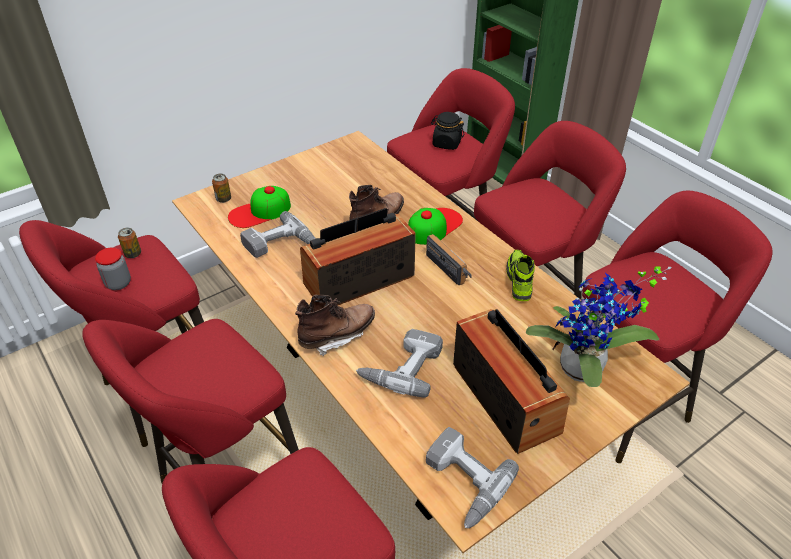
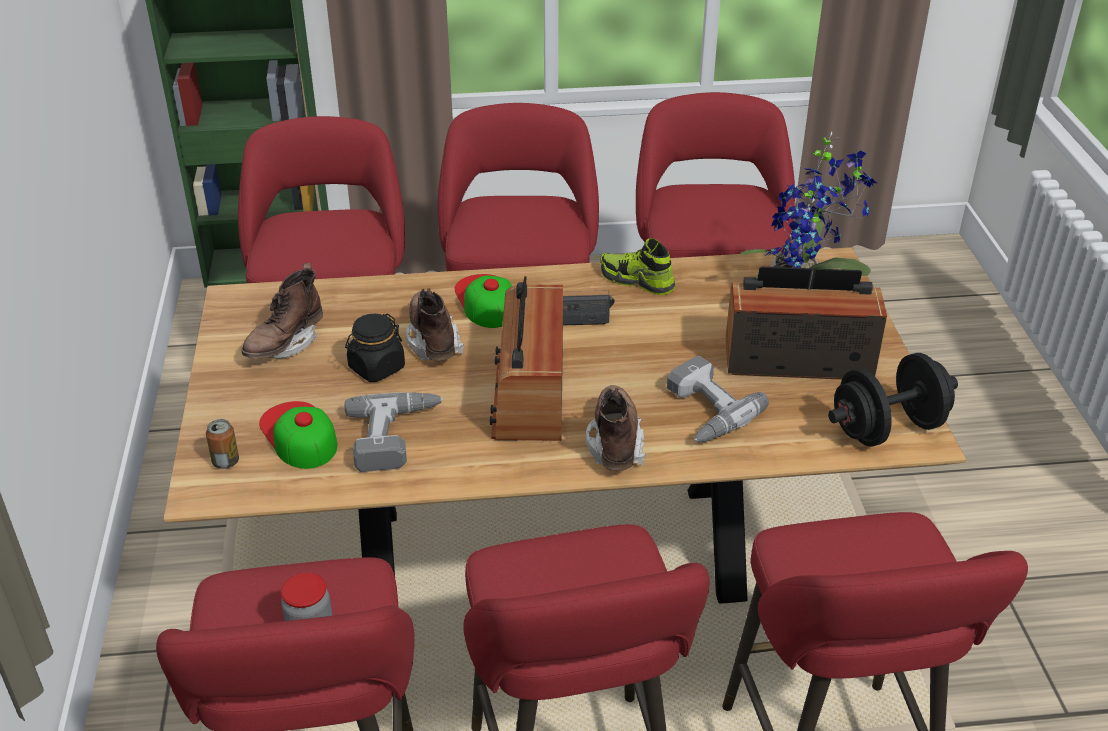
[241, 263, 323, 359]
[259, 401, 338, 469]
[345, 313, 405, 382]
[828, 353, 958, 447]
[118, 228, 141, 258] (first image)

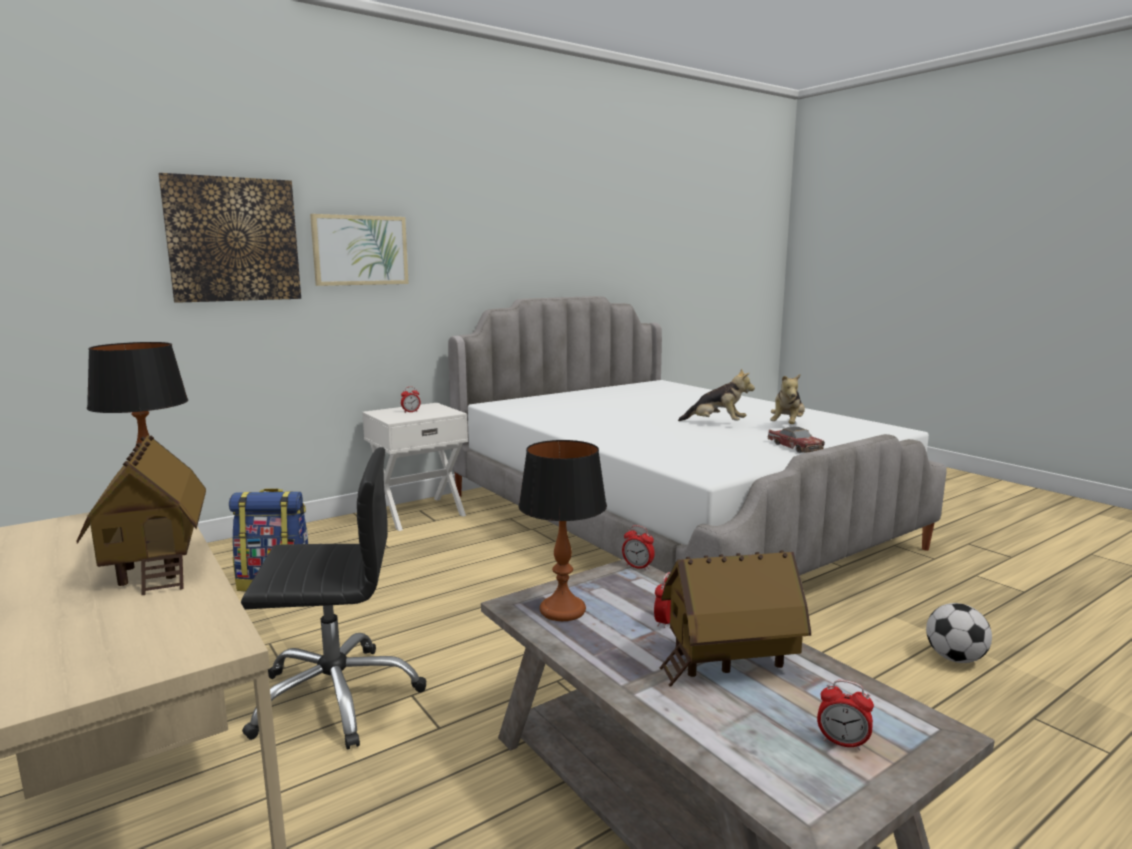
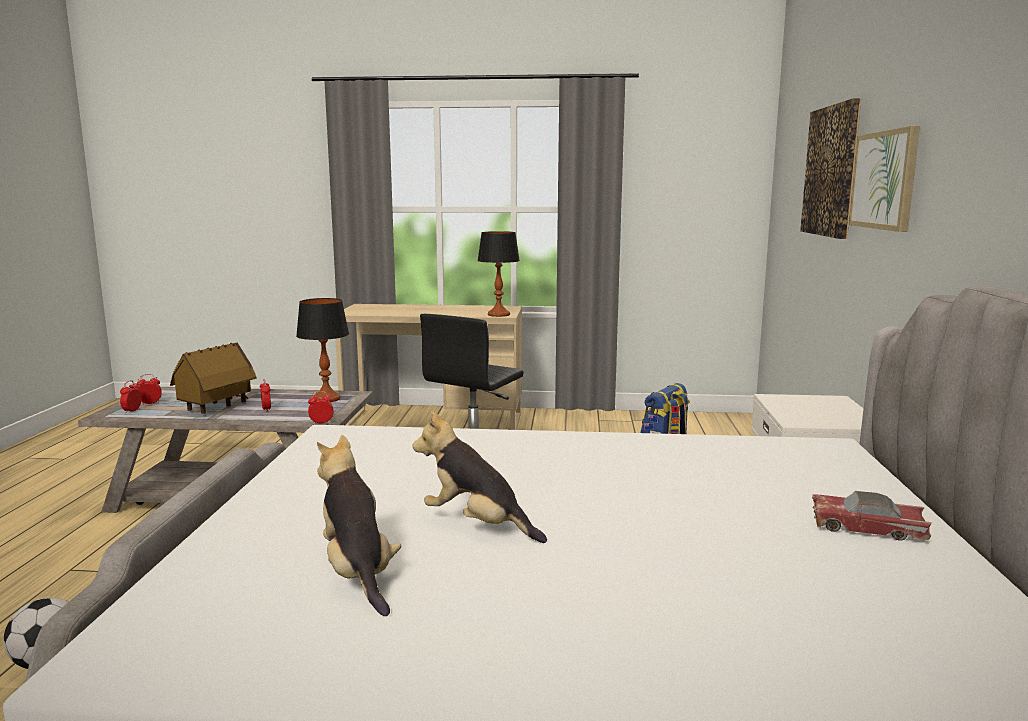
[120, 380, 142, 413]
[412, 411, 547, 543]
[812, 491, 931, 540]
[76, 435, 206, 595] (first image)

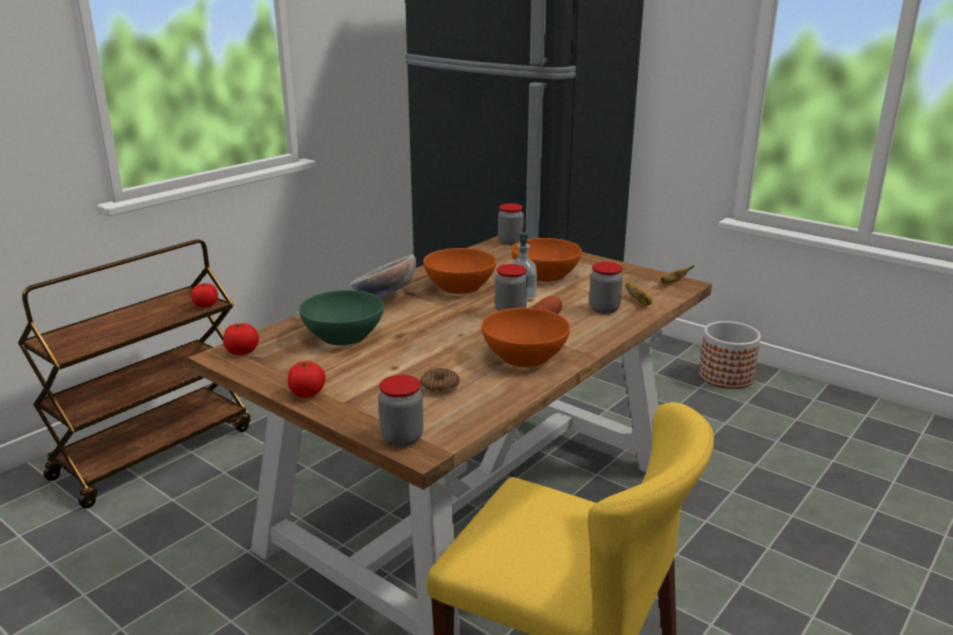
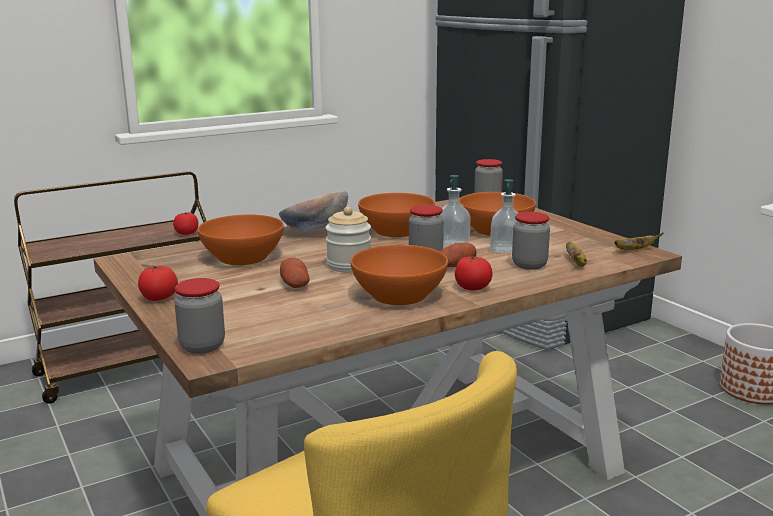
[197, 214, 284, 265]
[280, 258, 310, 288]
[326, 207, 371, 272]
[455, 256, 493, 291]
[490, 179, 518, 254]
[420, 368, 460, 394] (first image)

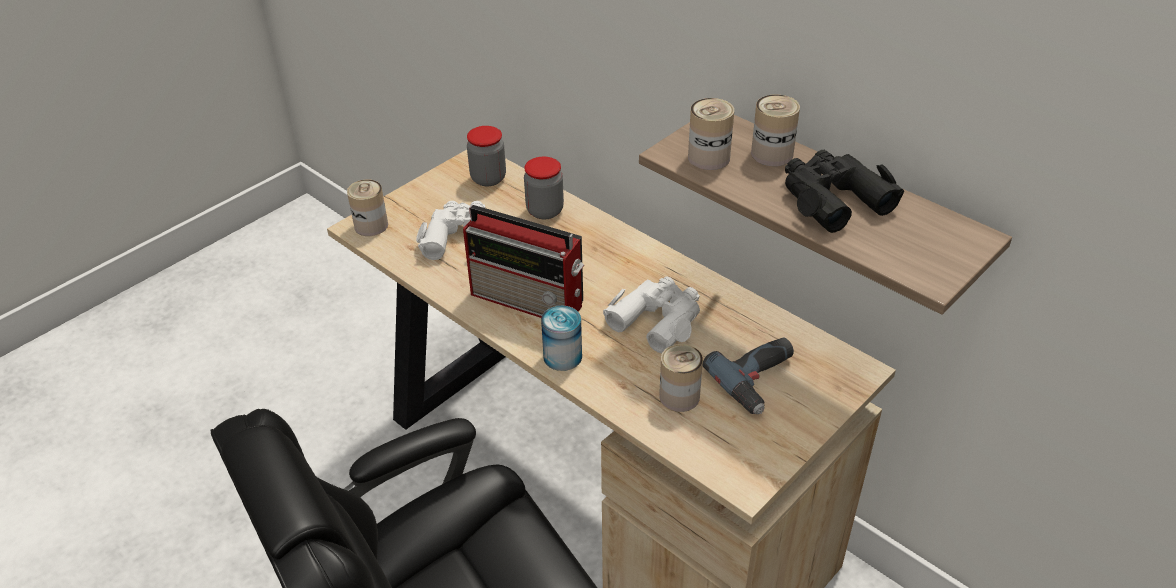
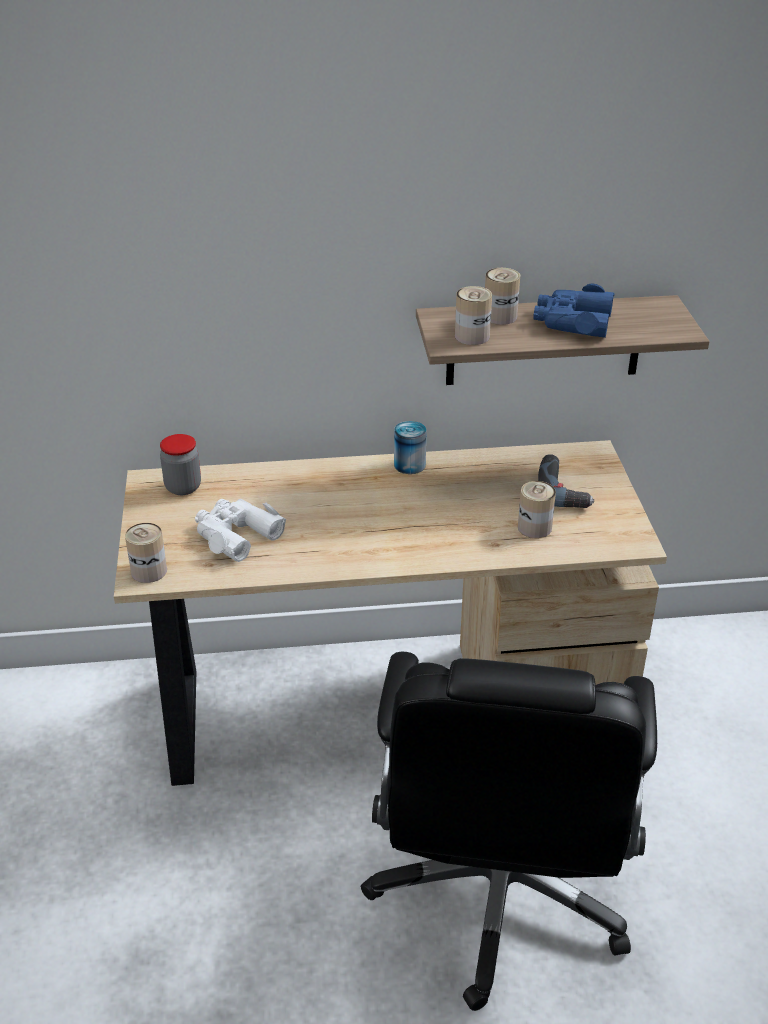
[394, 421, 427, 474]
[533, 284, 615, 338]
[463, 205, 584, 318] (first image)
[524, 157, 564, 219] (first image)
[603, 277, 700, 353] (first image)

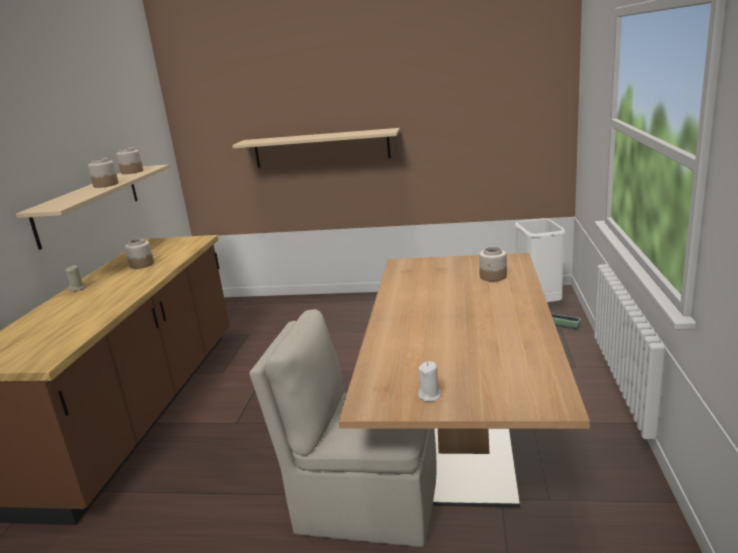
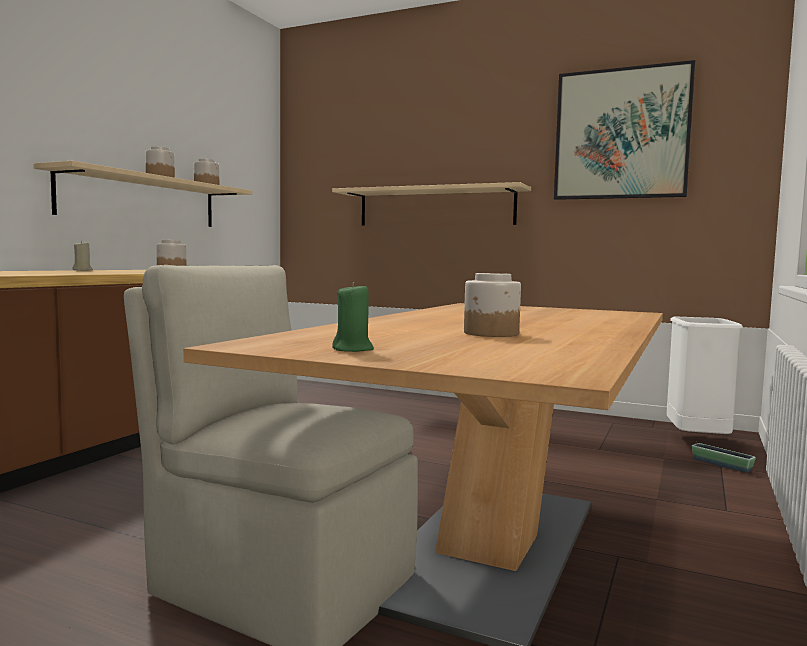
[332, 282, 374, 352]
[464, 273, 521, 337]
[554, 60, 695, 200]

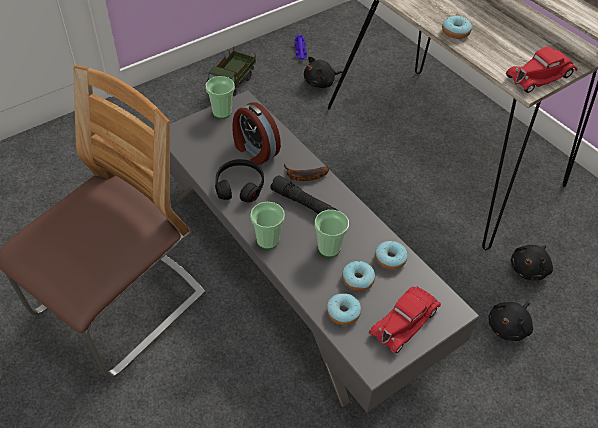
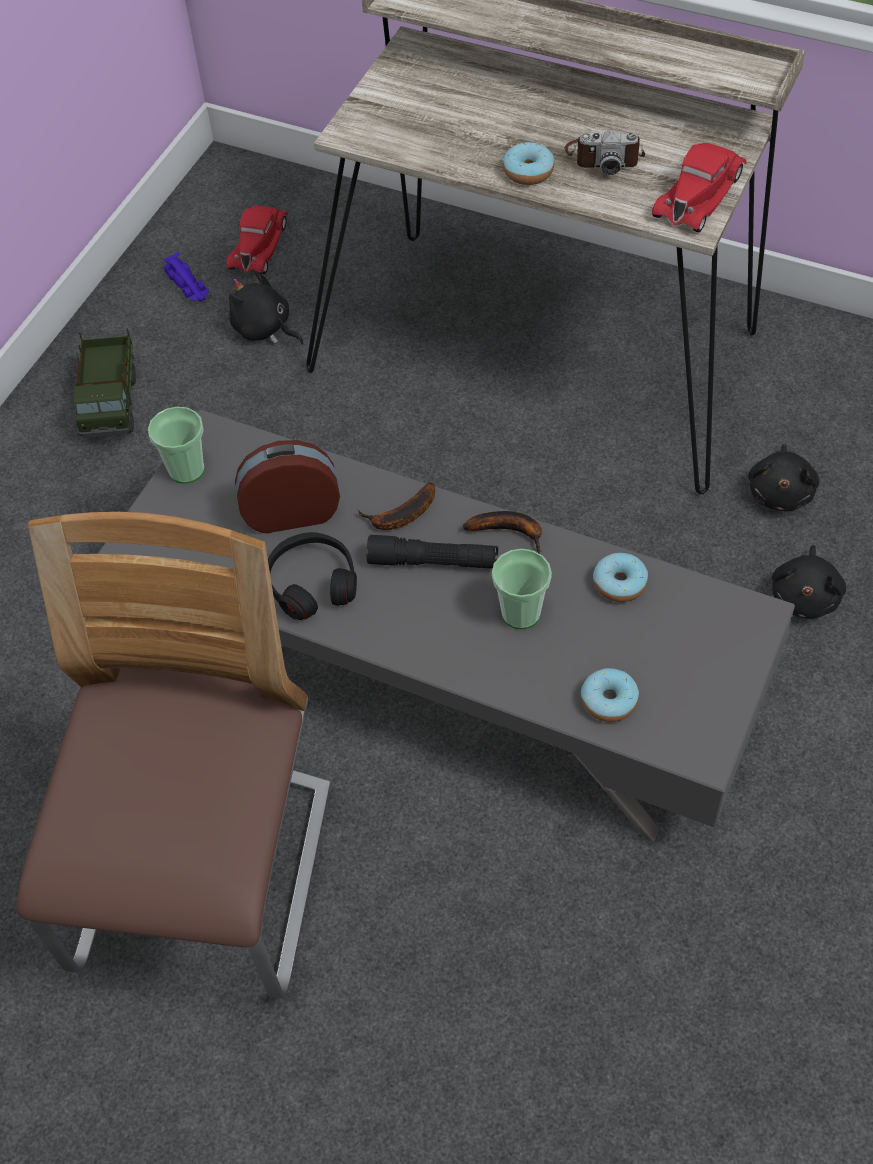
[226, 206, 288, 274]
[229, 271, 304, 345]
[235, 440, 340, 533]
[463, 511, 542, 553]
[565, 130, 645, 175]
[250, 202, 285, 249] (first image)
[342, 261, 375, 291] (first image)

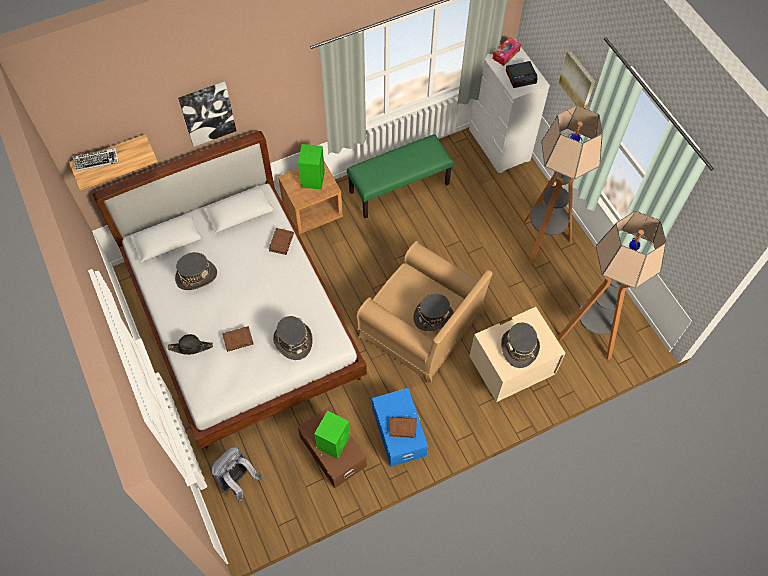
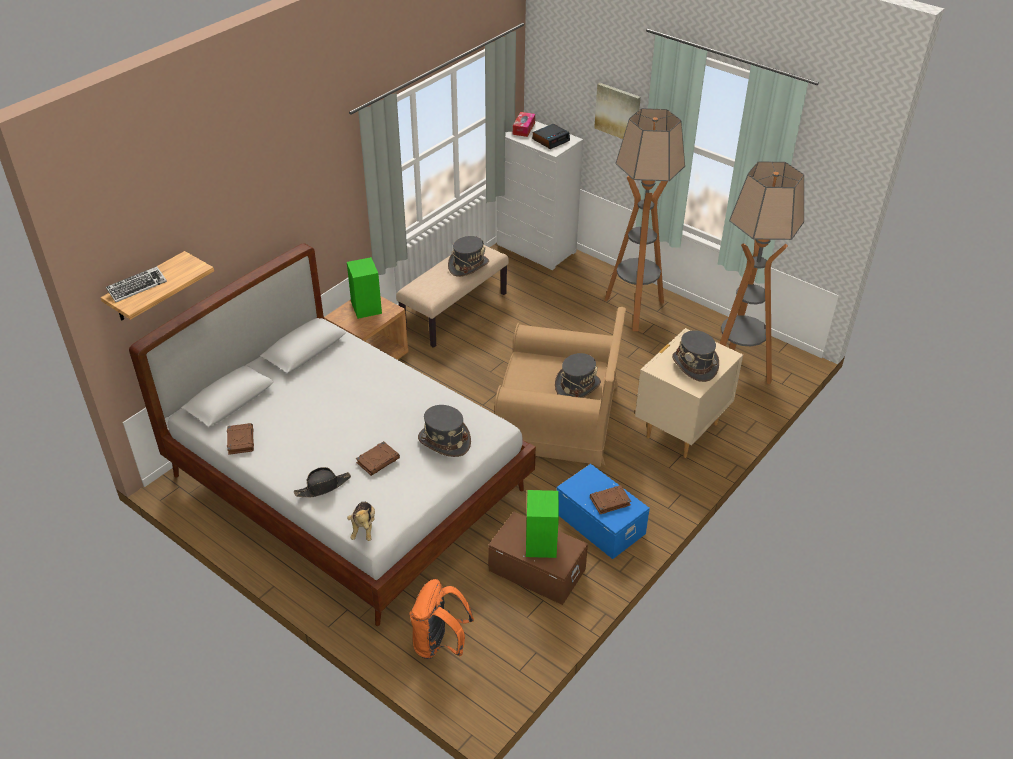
[227, 423, 254, 455]
[347, 502, 375, 541]
[396, 245, 509, 348]
[409, 579, 474, 659]
[448, 236, 489, 277]
[178, 82, 236, 147] (first image)

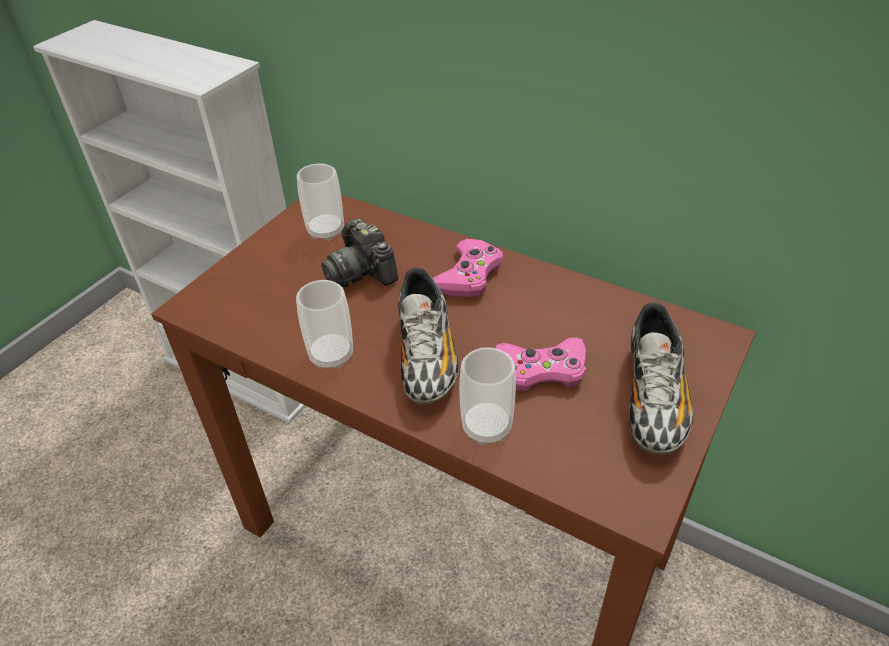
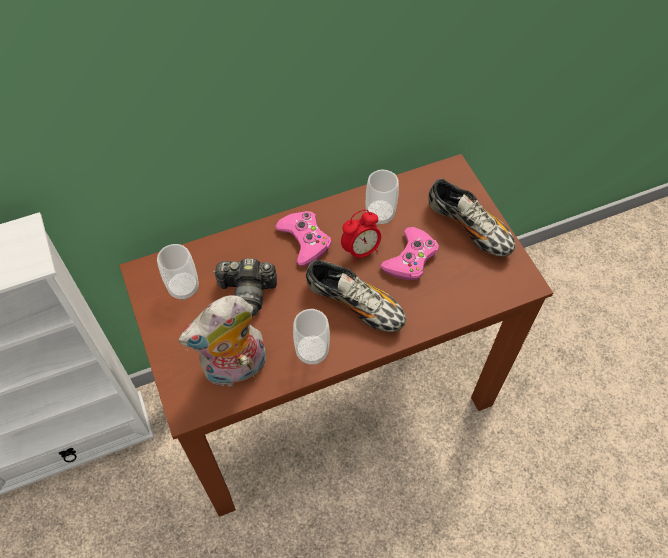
[178, 295, 266, 388]
[341, 209, 381, 263]
[366, 170, 399, 225]

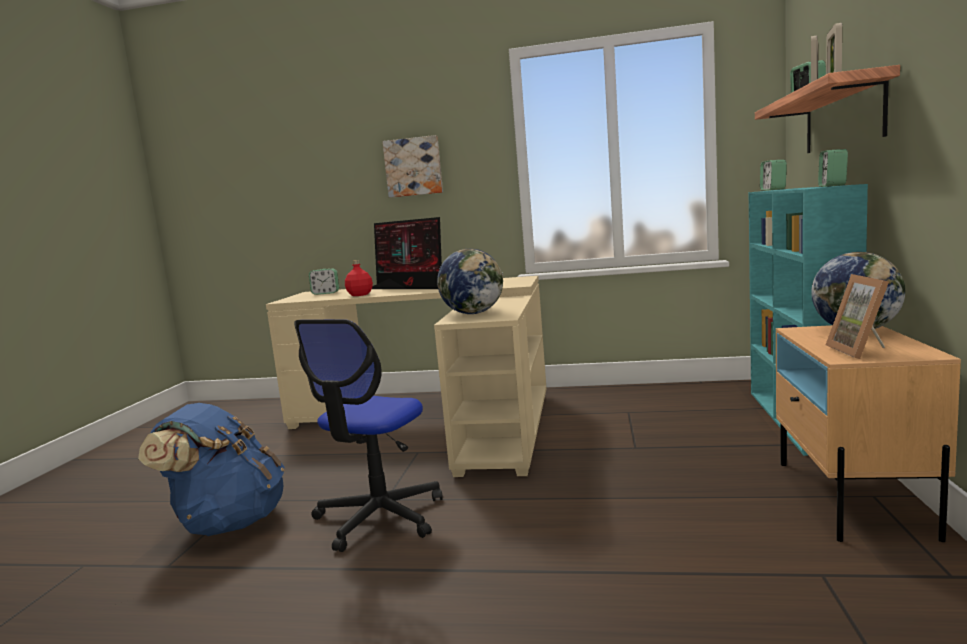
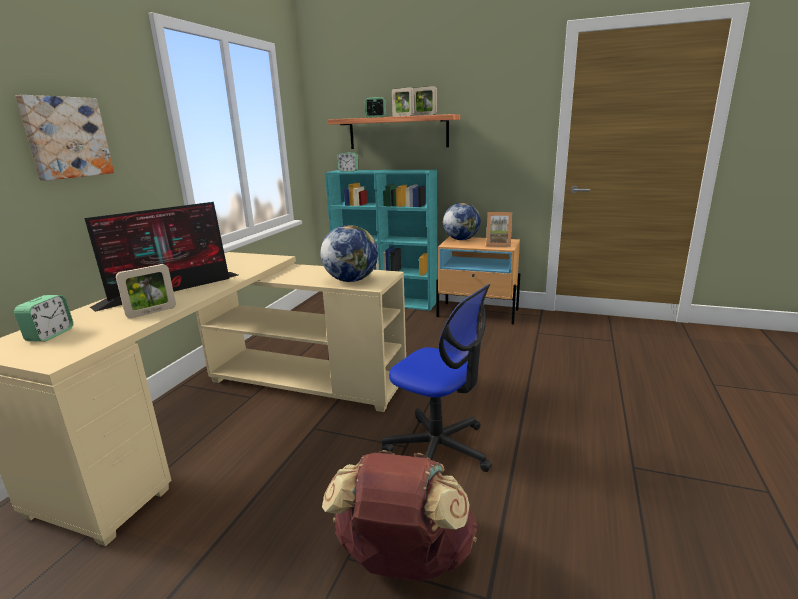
[116, 264, 176, 318]
[322, 450, 478, 581]
[818, 149, 848, 187] (first image)

